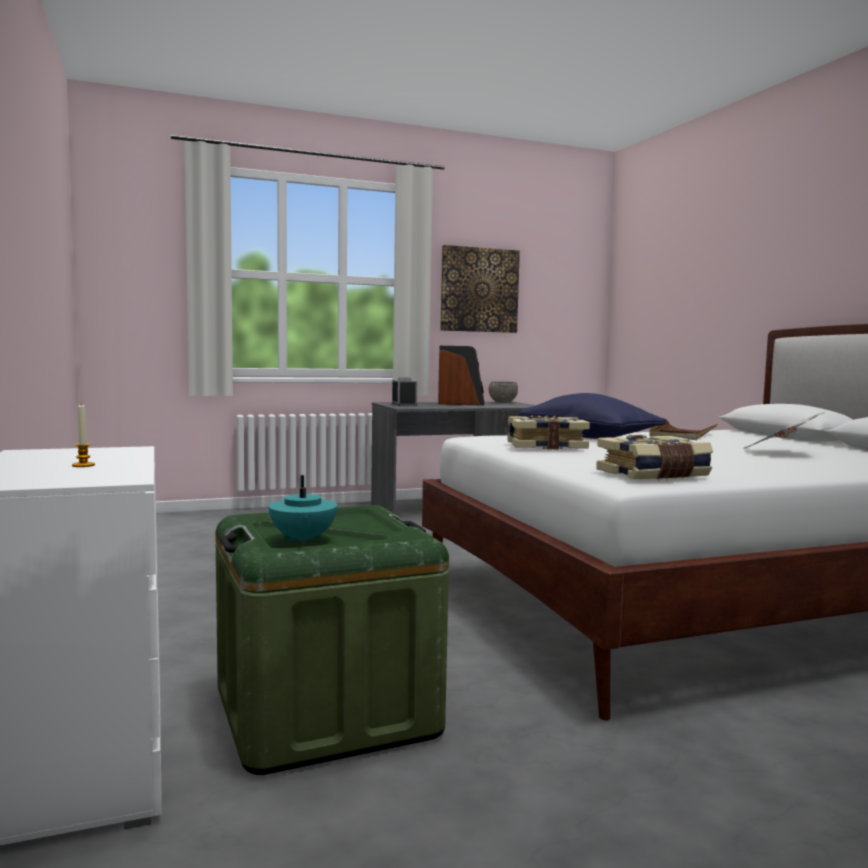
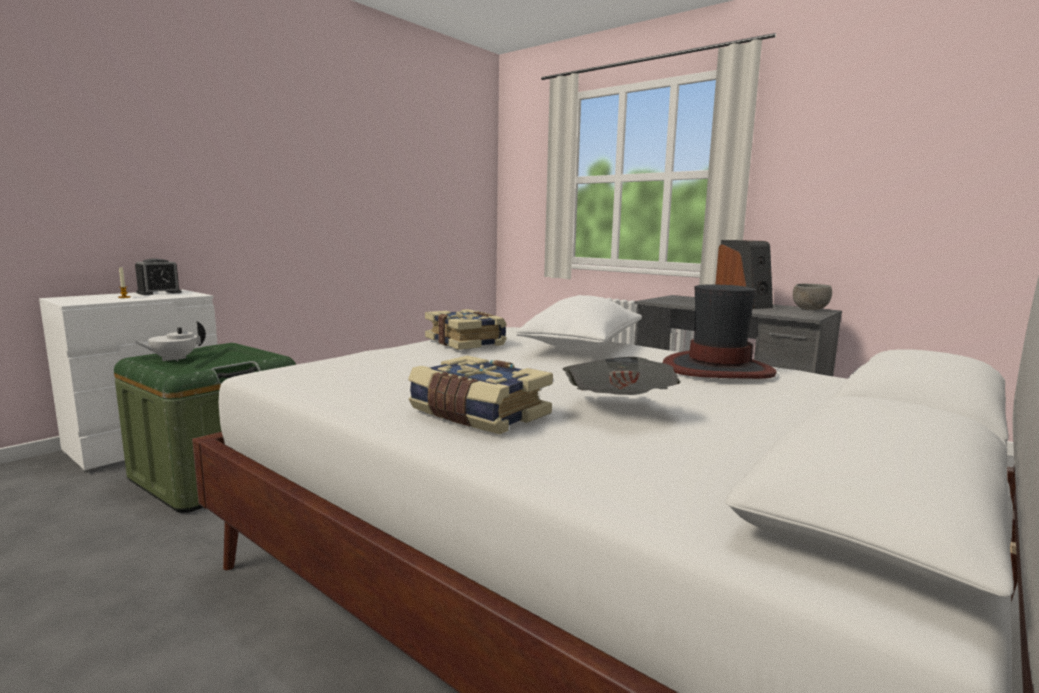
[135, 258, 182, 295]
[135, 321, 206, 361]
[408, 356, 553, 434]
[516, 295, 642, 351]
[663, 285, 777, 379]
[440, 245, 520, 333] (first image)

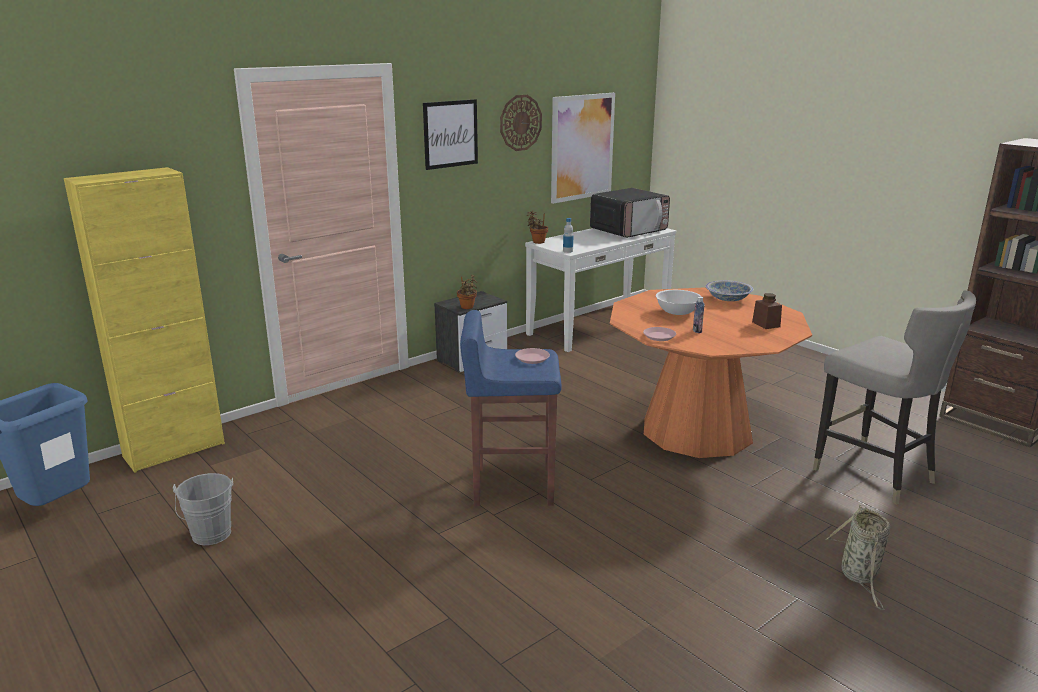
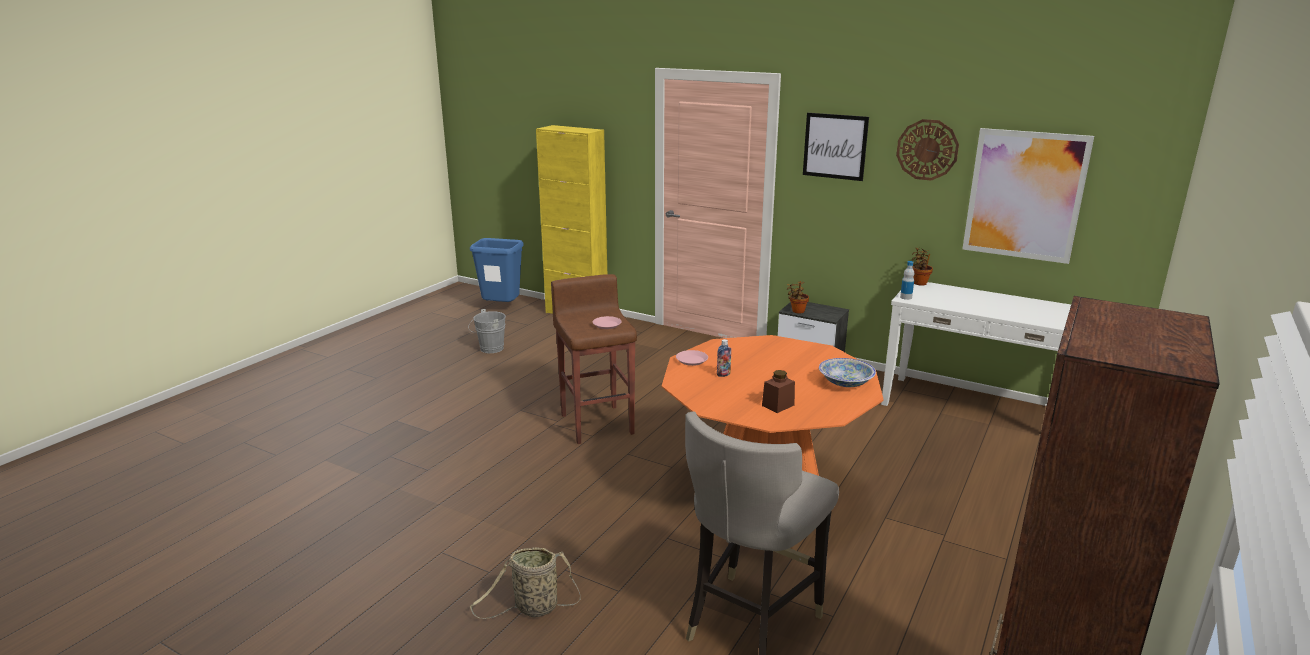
[551, 274, 637, 444]
[590, 188, 670, 238] (first image)
[656, 290, 702, 315] (first image)

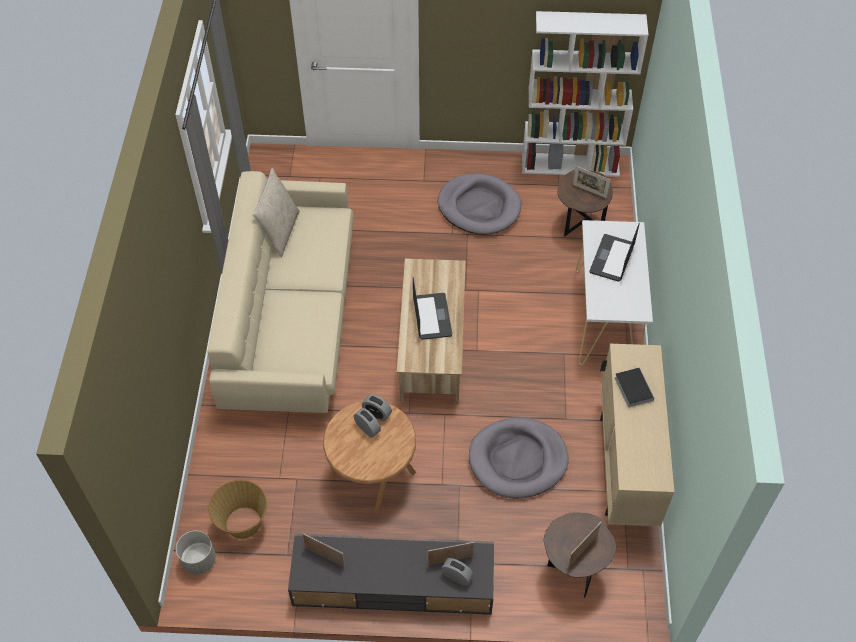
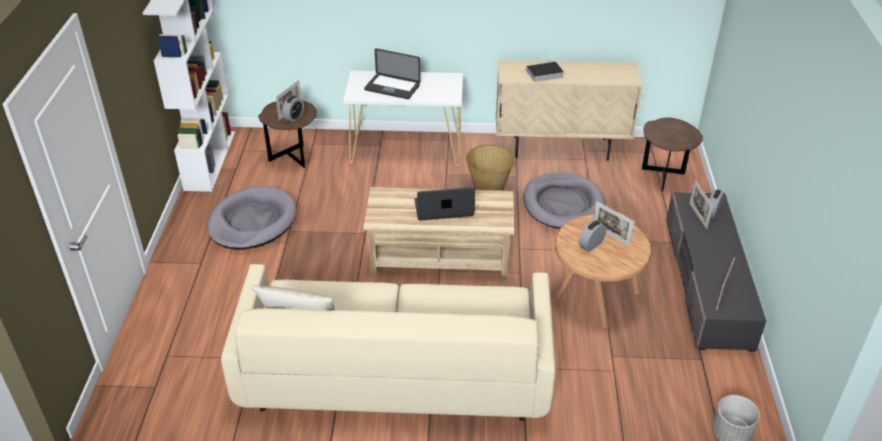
[282, 96, 304, 122]
[466, 144, 516, 191]
[593, 201, 635, 246]

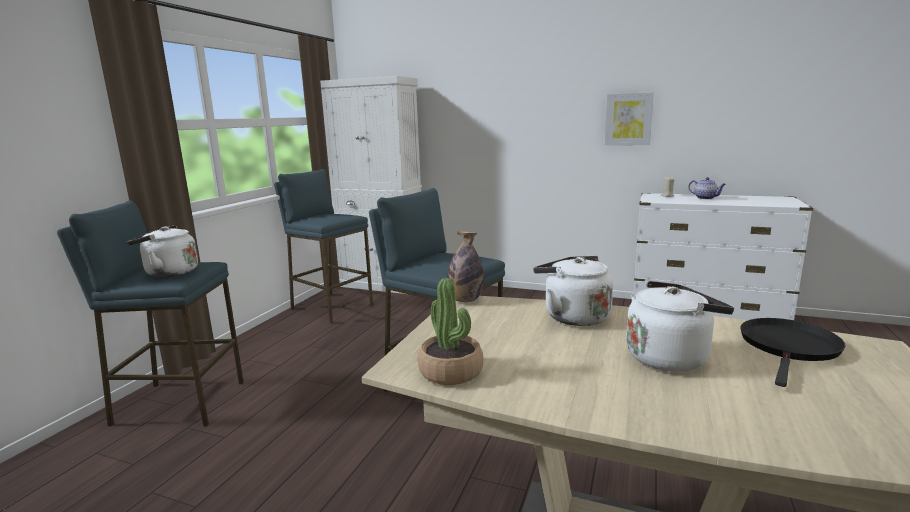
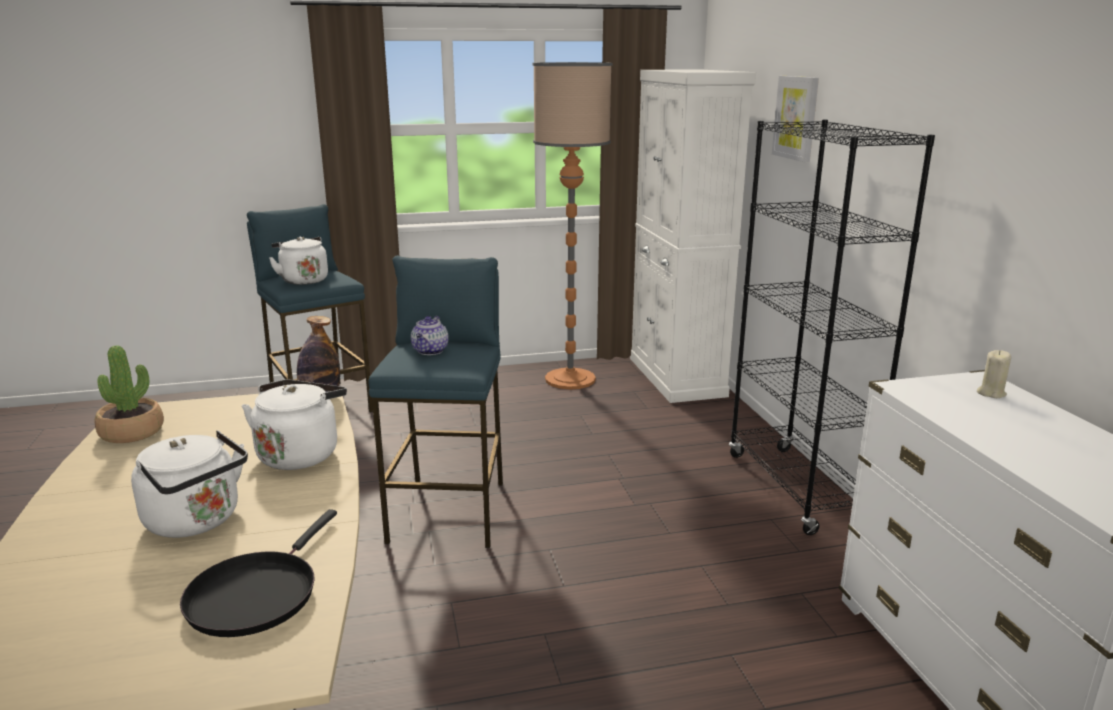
[180, 509, 337, 637]
[411, 316, 449, 355]
[533, 62, 612, 390]
[729, 120, 935, 535]
[772, 76, 819, 162]

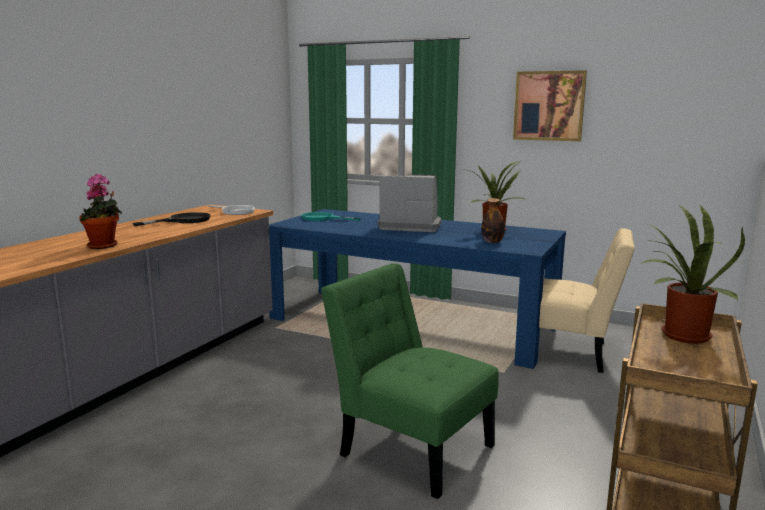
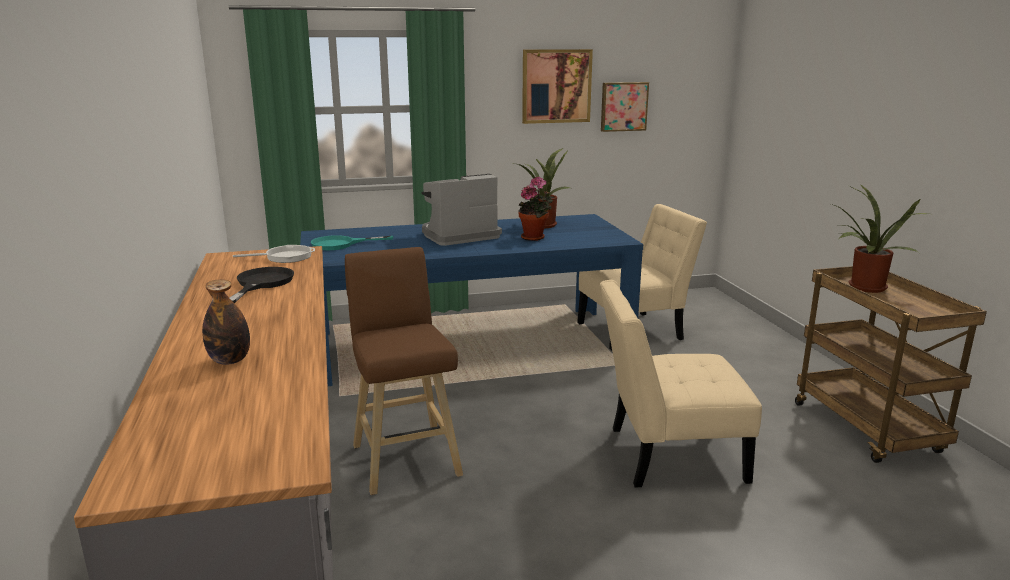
[202, 279, 250, 365]
[345, 247, 463, 495]
[518, 176, 553, 241]
[600, 280, 762, 487]
[601, 82, 649, 132]

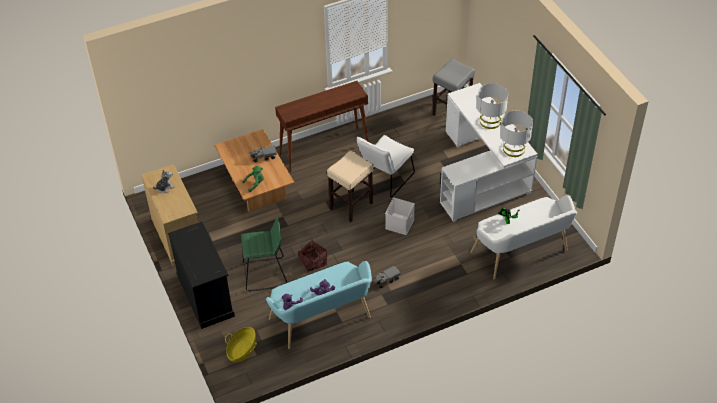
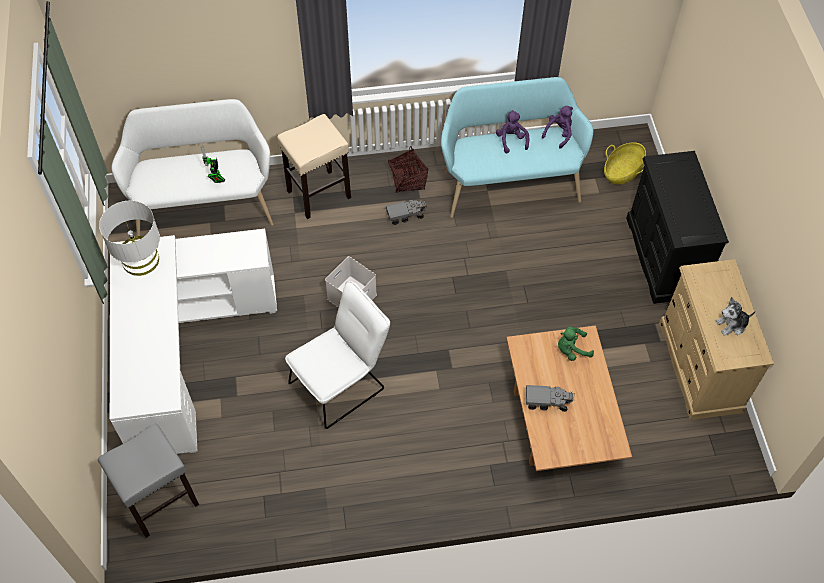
[277, 114, 351, 219]
[388, 146, 428, 193]
[241, 216, 287, 292] (first image)
[275, 81, 368, 172] (first image)
[477, 83, 508, 129] (first image)

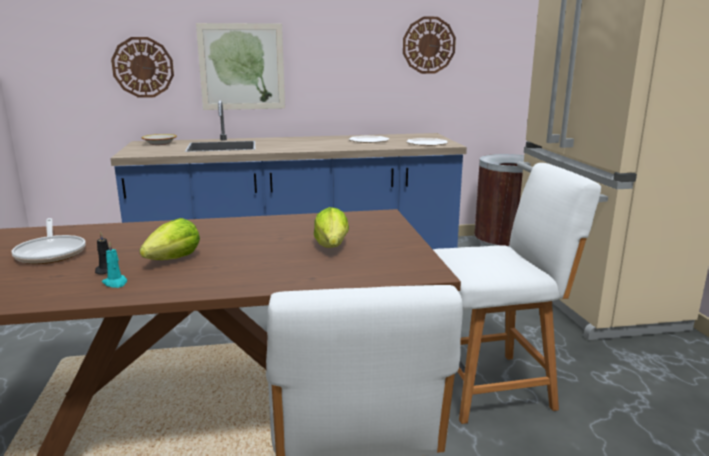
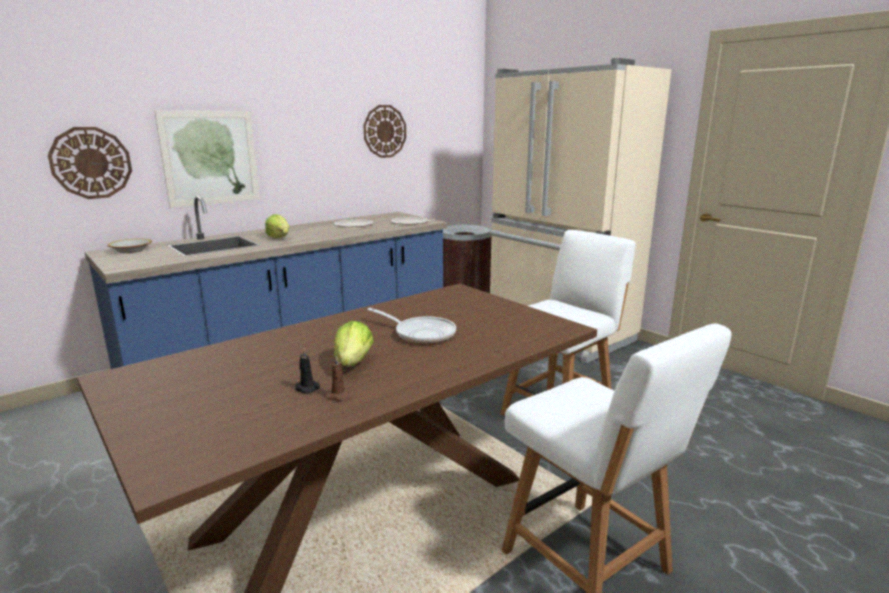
[265, 214, 289, 238]
[326, 355, 353, 401]
[367, 308, 456, 344]

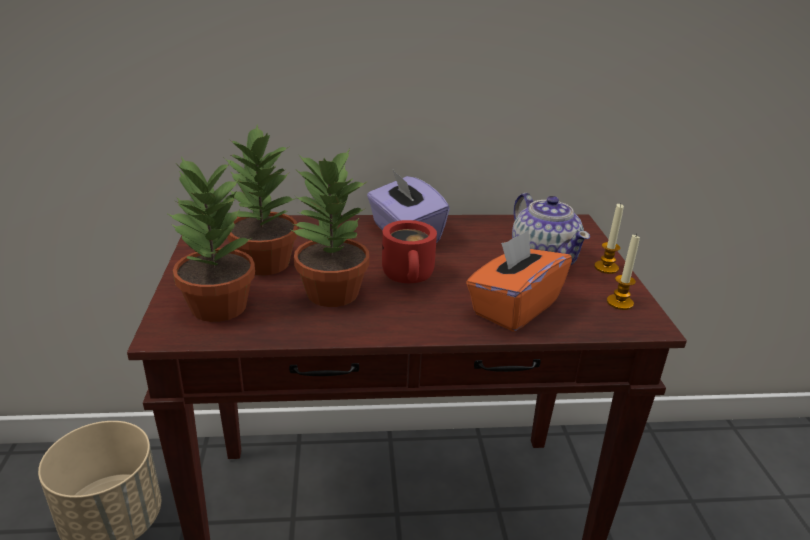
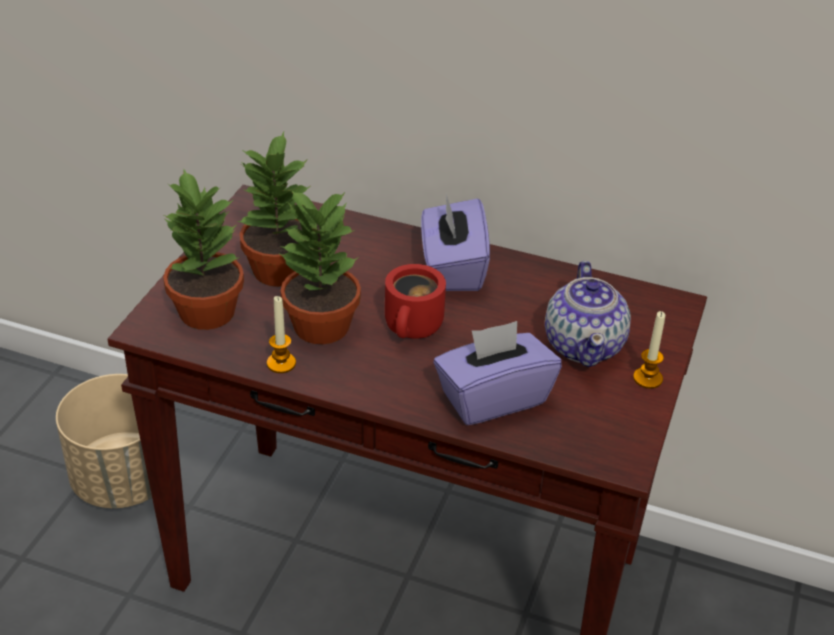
[267, 296, 296, 373]
[434, 321, 562, 425]

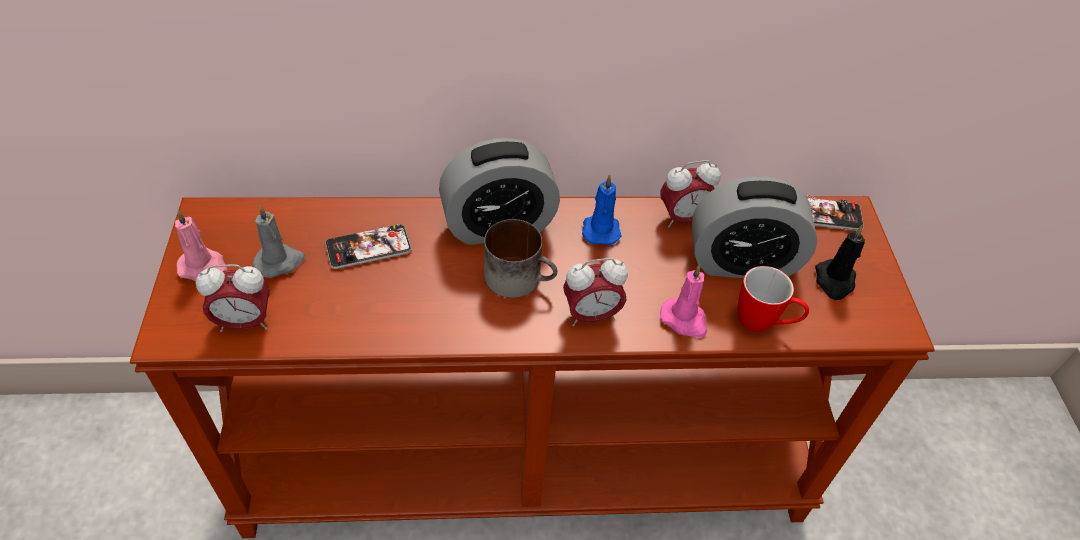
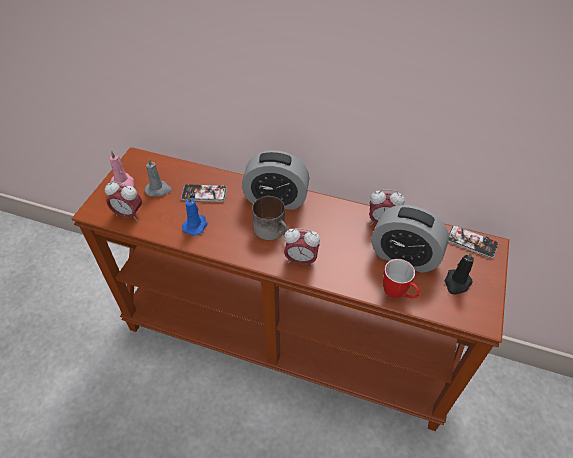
[182, 194, 208, 236]
[660, 264, 707, 338] (first image)

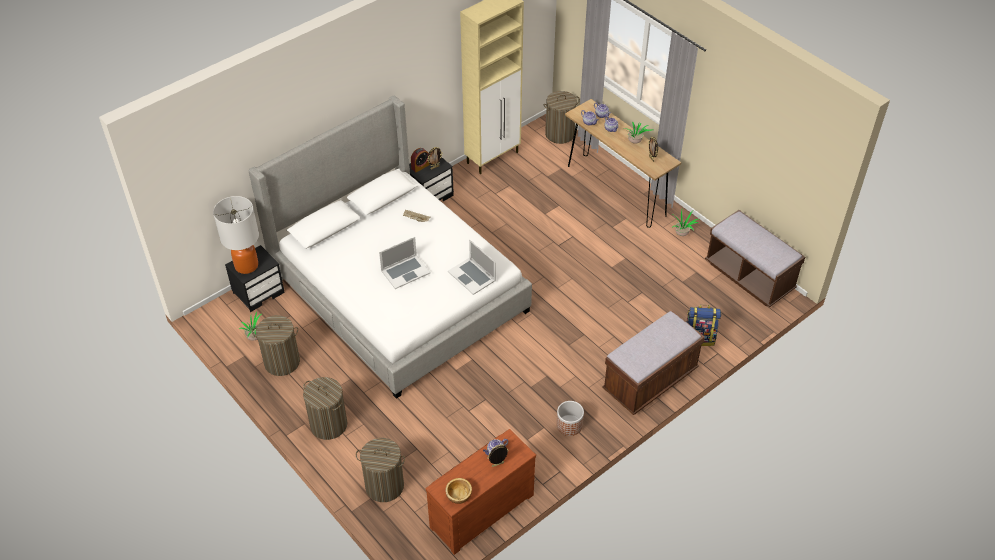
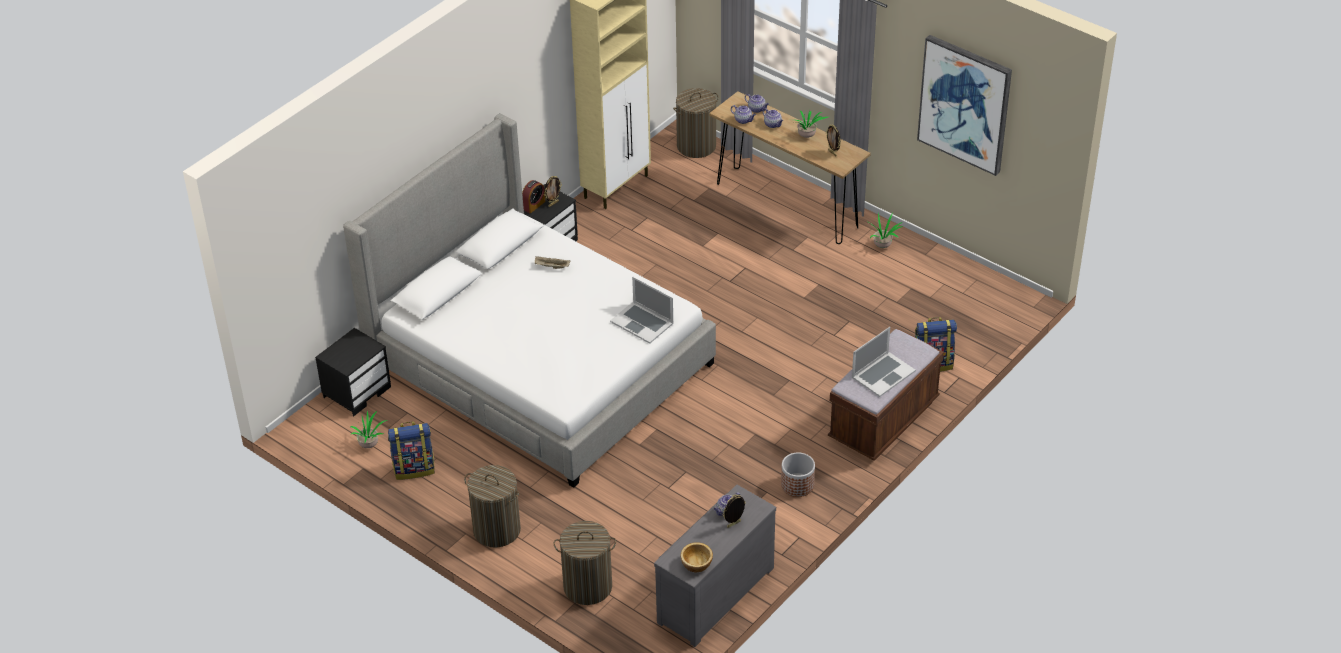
[388, 421, 435, 480]
[654, 485, 776, 647]
[852, 327, 916, 397]
[917, 35, 1012, 176]
[213, 196, 259, 274] (first image)
[705, 210, 805, 307] (first image)

